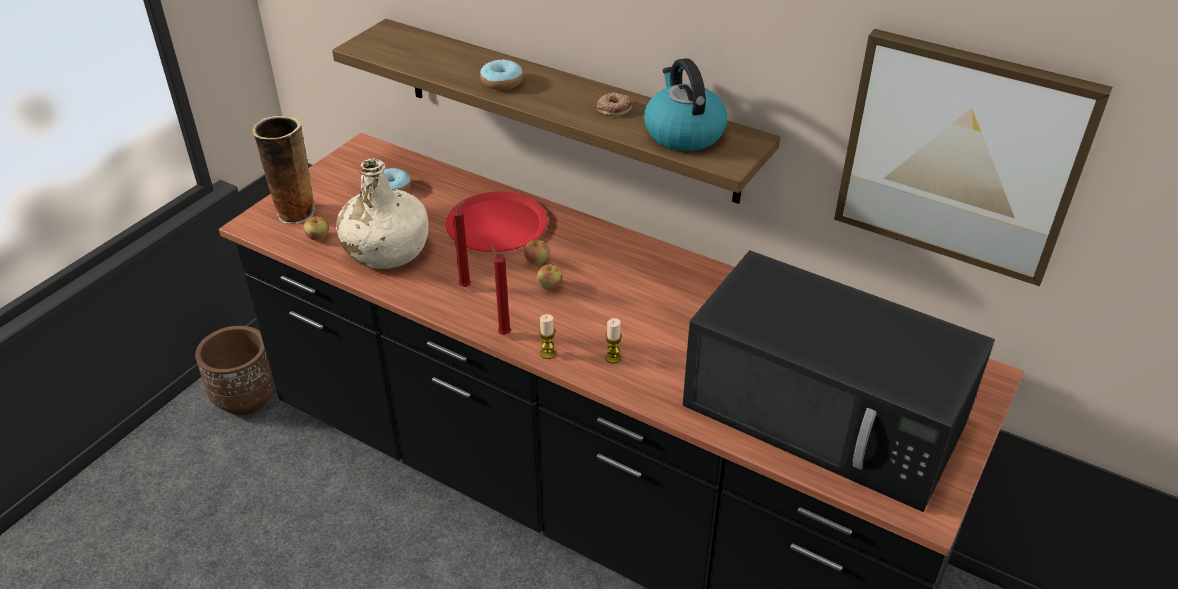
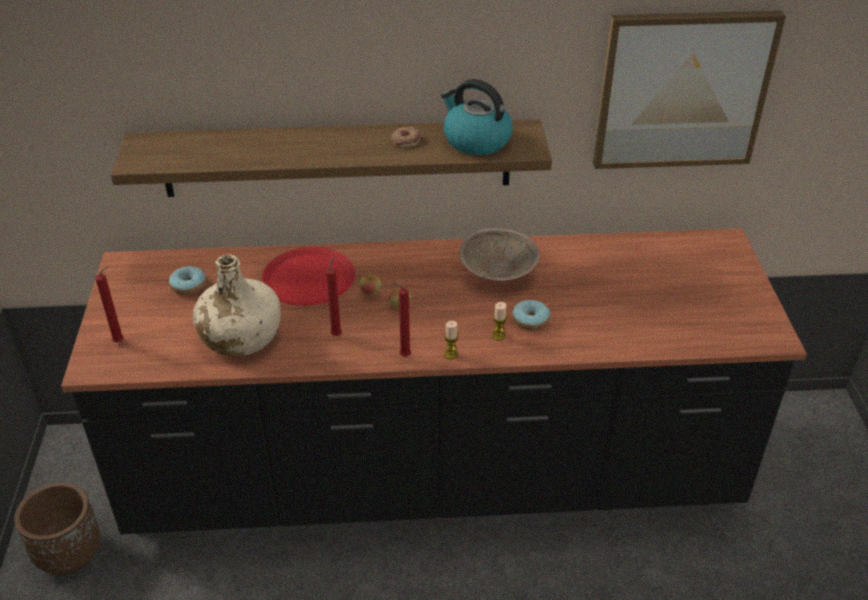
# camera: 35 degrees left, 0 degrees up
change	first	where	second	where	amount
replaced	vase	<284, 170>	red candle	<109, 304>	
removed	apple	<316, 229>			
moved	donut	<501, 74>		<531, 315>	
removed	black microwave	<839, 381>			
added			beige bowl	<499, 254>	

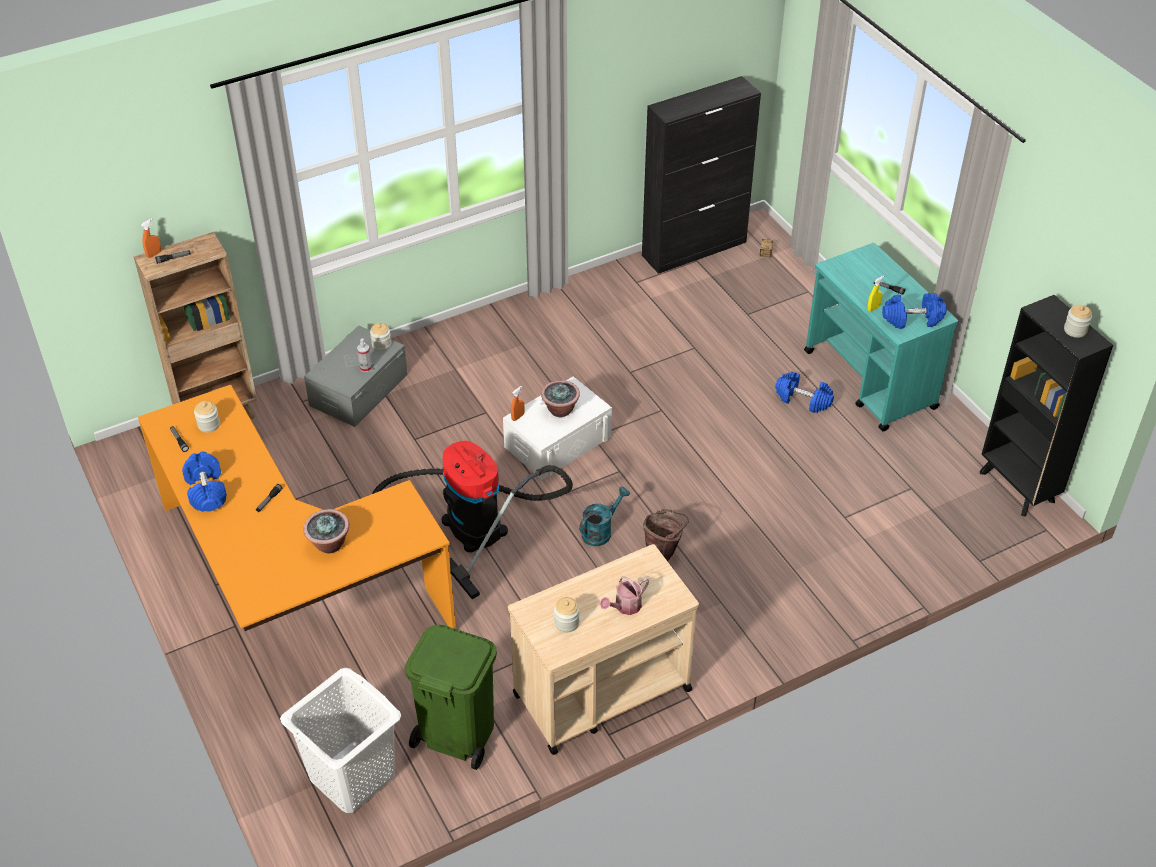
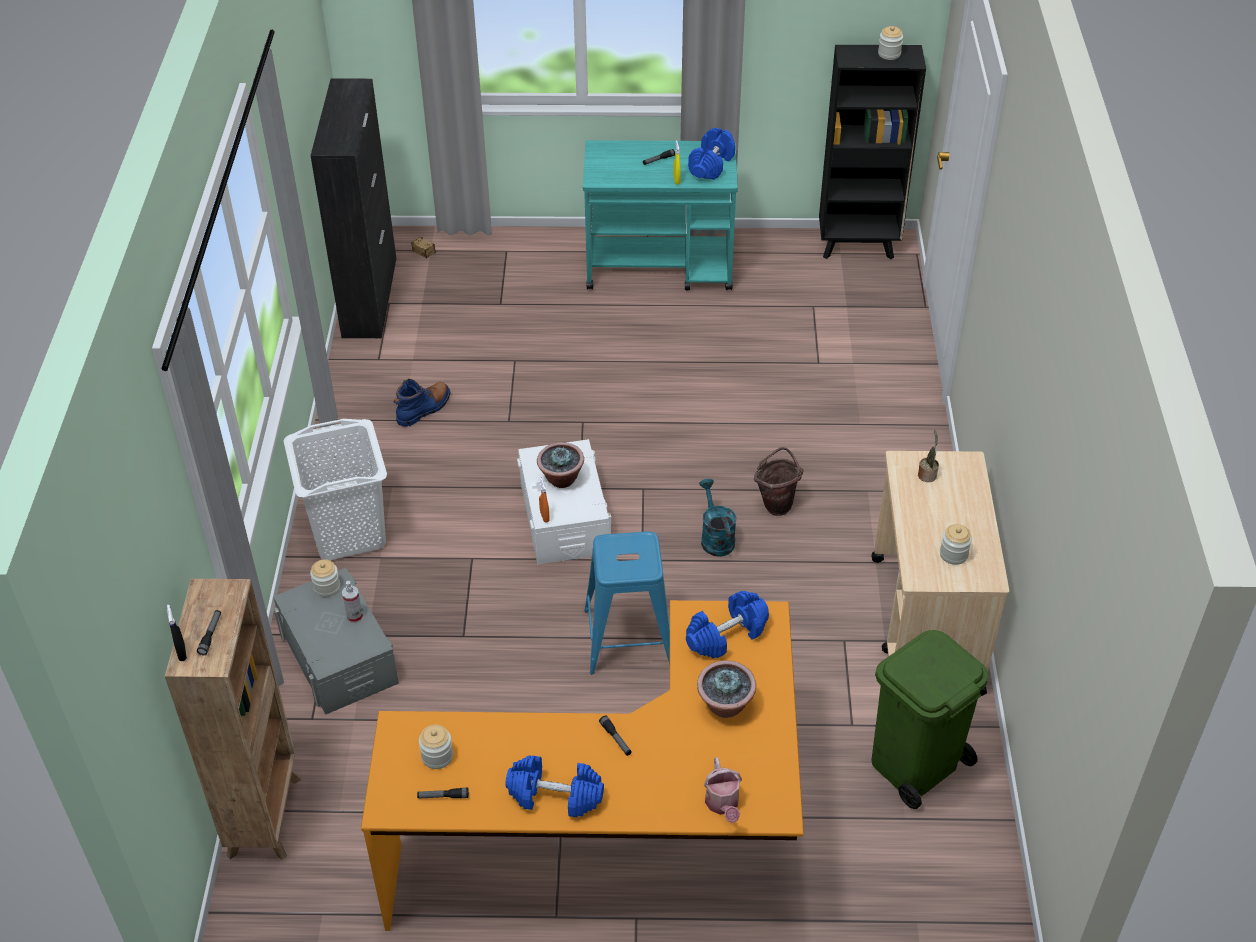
# camera: 60 degrees left, 0 degrees up
change	first	where	second	where	amount
recoloured	orange spray bottle	<151, 238>	black spray bottle	<177, 633>	
moved	white laundry basket	<340, 740>		<335, 489>	
replaced	vacuum cleaner	<472, 520>	blue stool	<627, 602>	
moved	watering can	<624, 595>		<723, 790>	
moved	blue dumbbell	<804, 392>		<727, 625>	
added			blue boot	<421, 403>	
added			potted plant	<928, 456>	

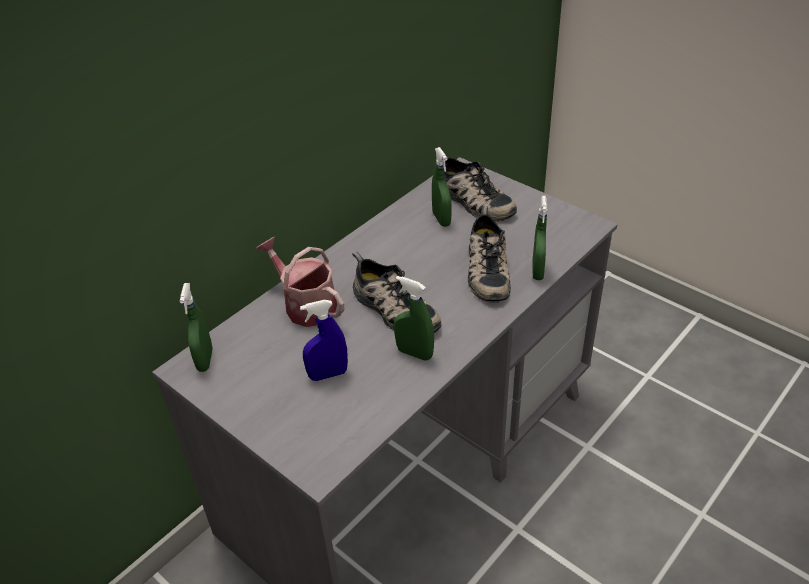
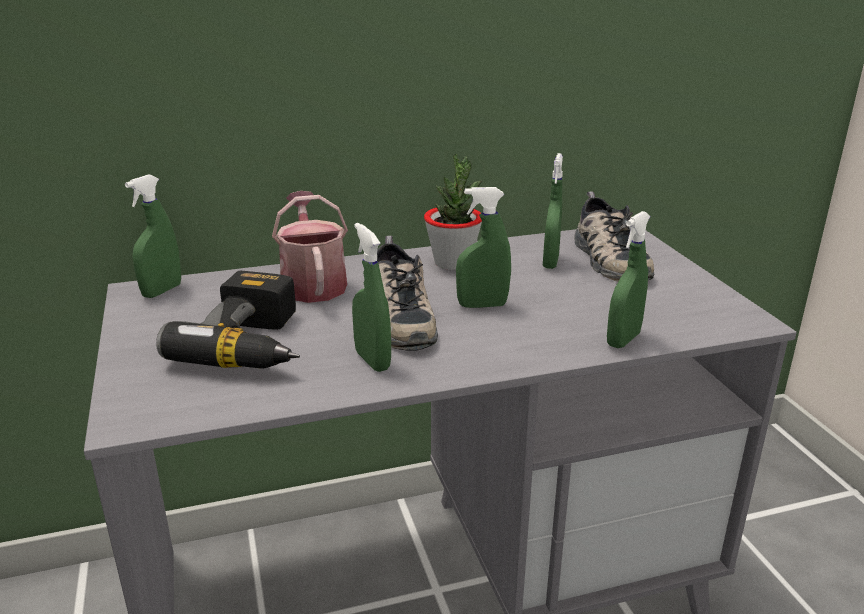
# camera: 30 degrees right, 15 degrees down
change	first	where	second	where	amount
replaced	blue spray bottle	<324, 340>	power drill	<228, 319>	
removed	shoe	<489, 254>			
added			potted plant	<453, 212>	
added			green spray bottle	<483, 247>	

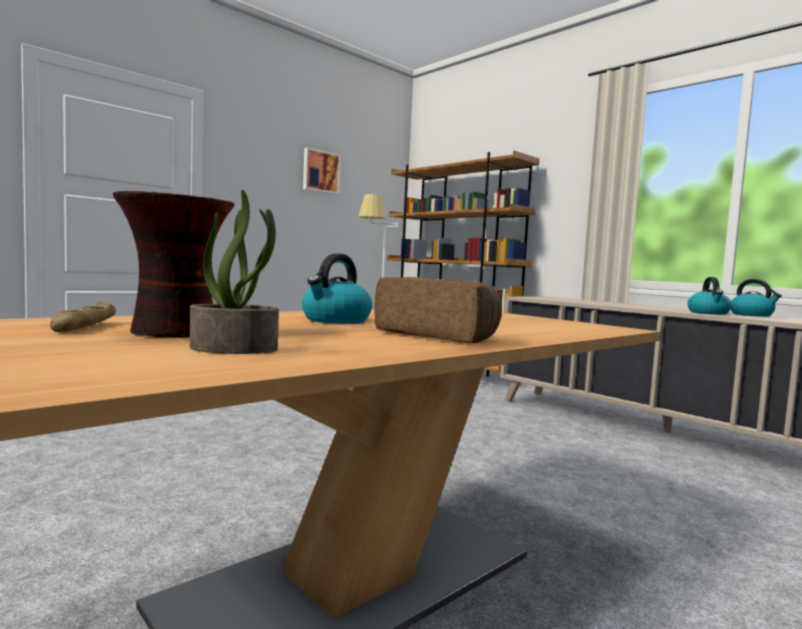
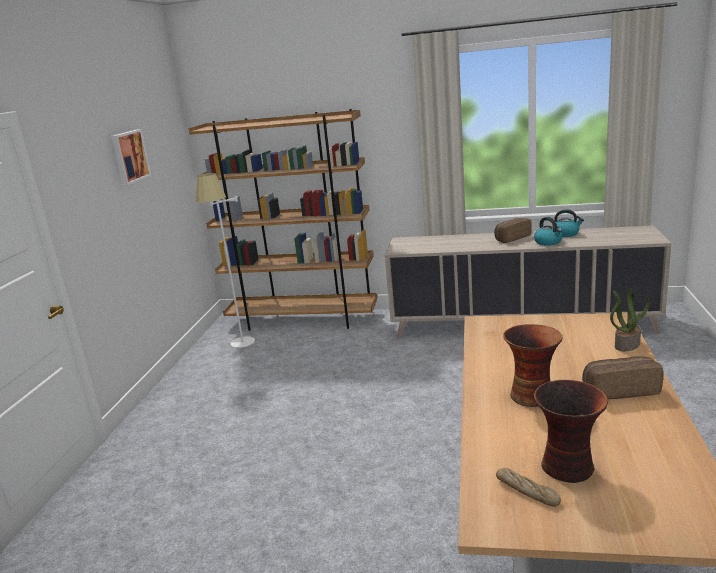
# camera: 35 degrees left, 15 degrees up
change	first	where	second	where	amount
moved	potted plant	<234, 272>		<630, 319>	
replaced	kettle	<337, 288>	vase	<532, 365>	
added			bread	<513, 230>	

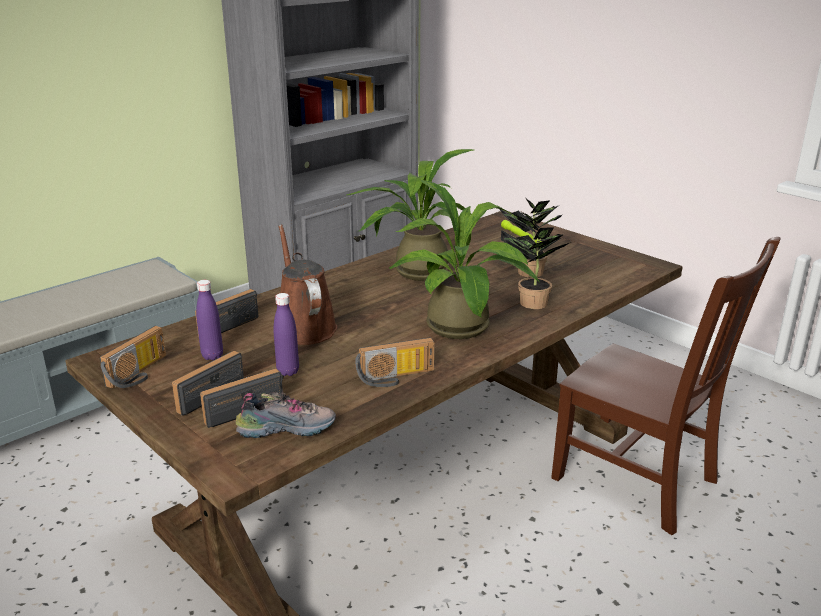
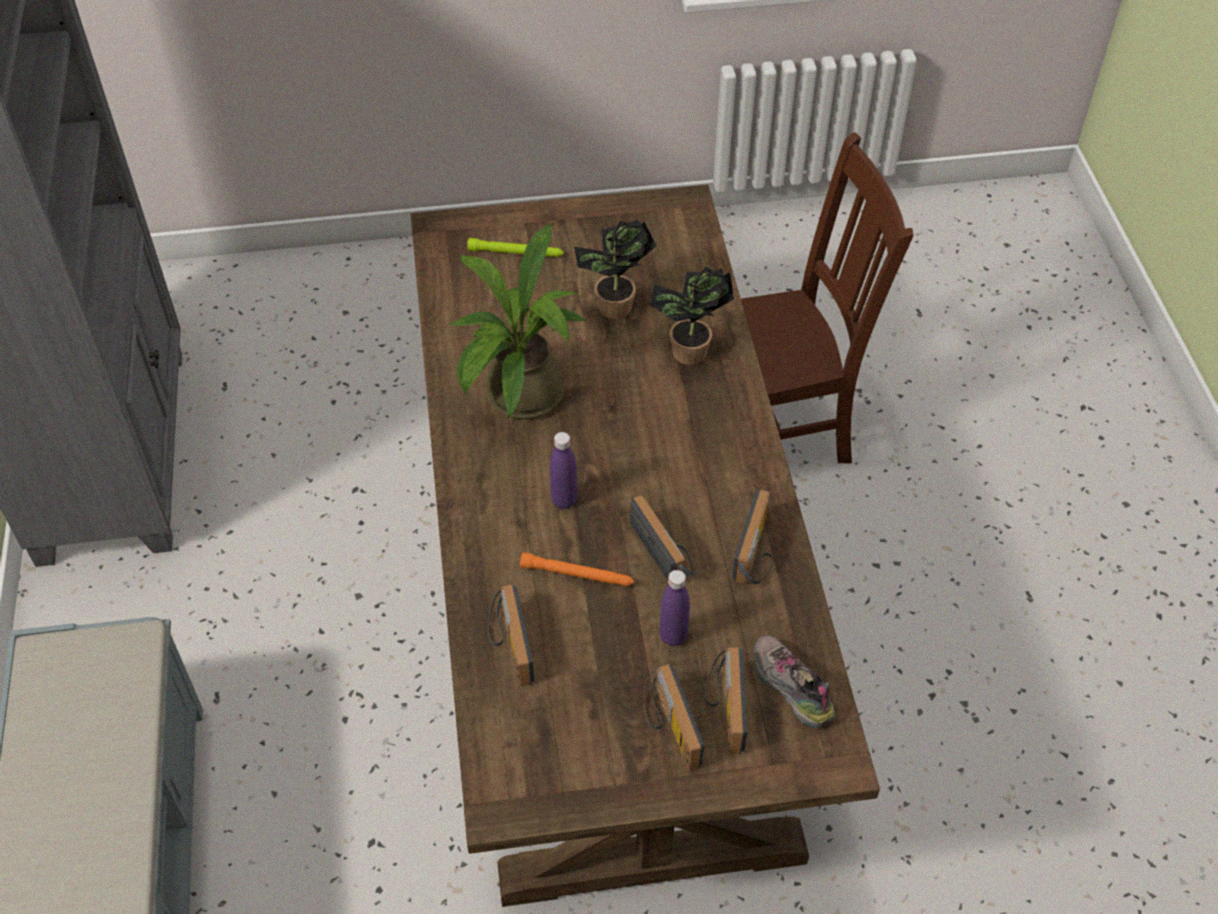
# camera: 55 degrees left, 25 degrees up
change	first	where	second	where	amount
moved	radio	<133, 357>		<662, 538>	
moved	purple bottle	<209, 320>		<564, 470>	
turned	shoe	<285, 415>		<795, 681>	60 degrees counterclockwise
replaced	brown watering can	<308, 284>	orange flashlight	<577, 569>	
removed	potted plant	<464, 258>			

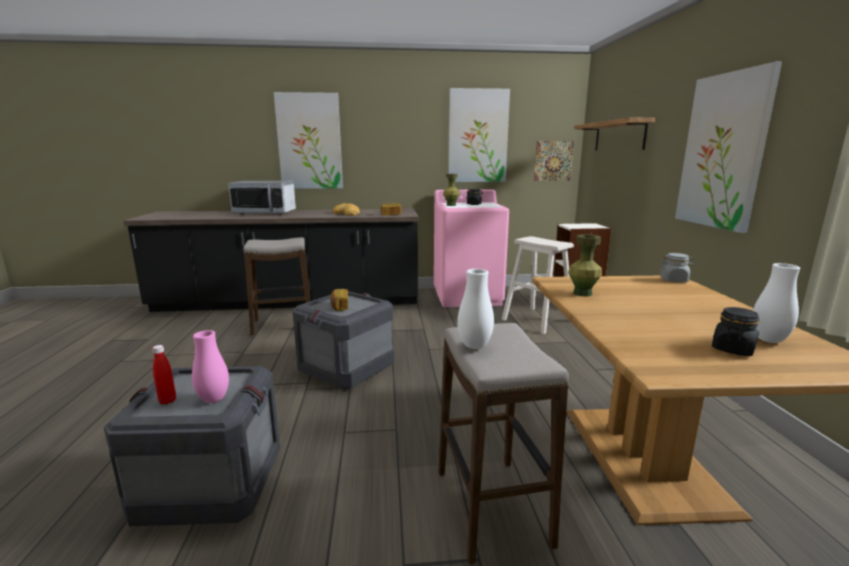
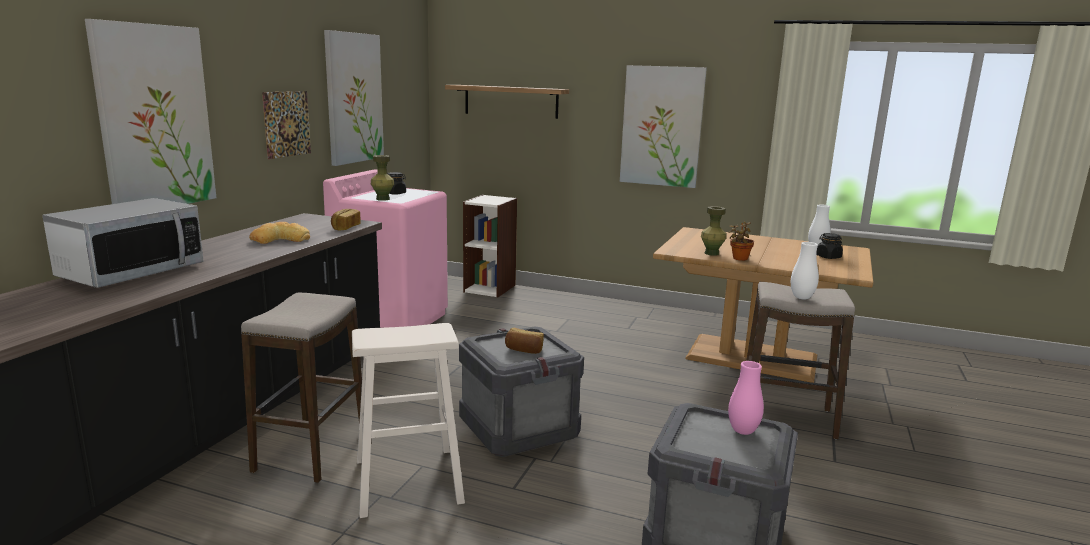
# camera: 65 degrees left, 0 degrees up
change	first	where	second	where	amount
removed	red bottle	<164, 375>			
moved	beige stool	<537, 285>		<408, 420>	
moved	picture	<554, 161>		<286, 125>	
removed	grey jar	<676, 267>			
added			potted plant	<741, 241>	

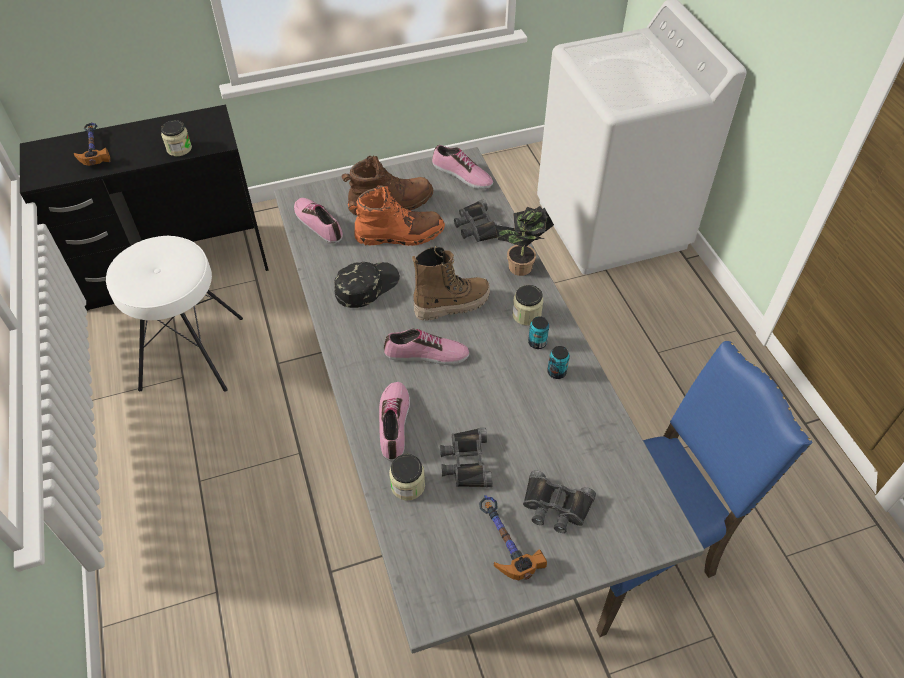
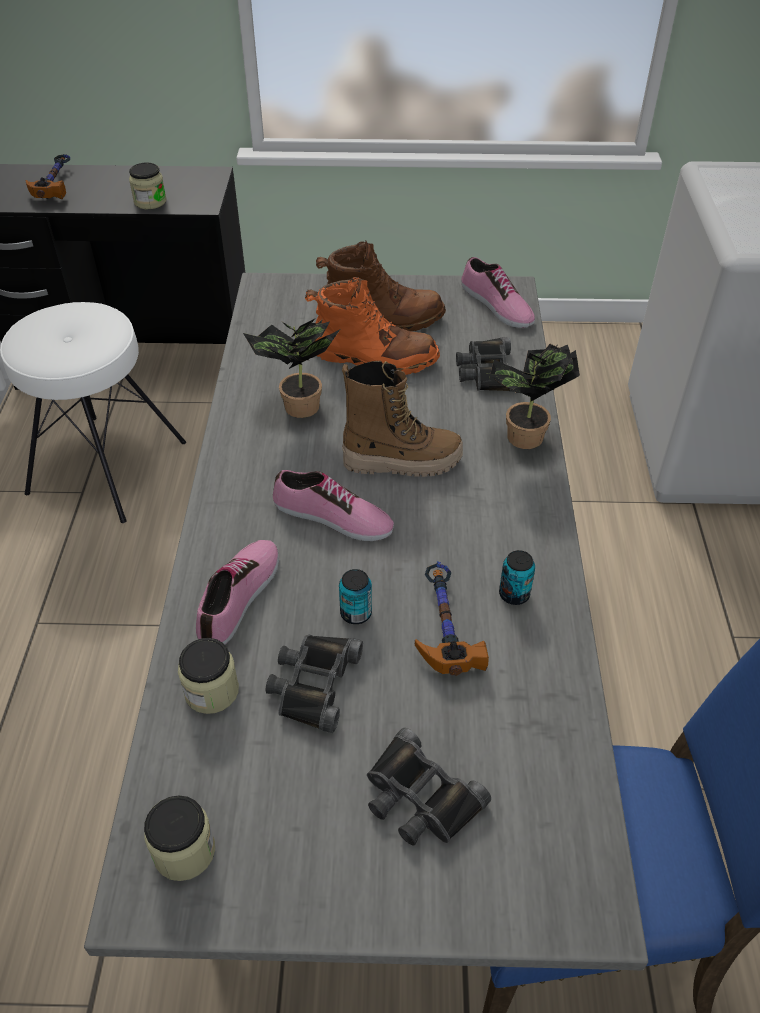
# camera: 20 degrees right, 5 degrees down
change	first	where	second	where	amount
removed	shoe	<318, 221>			
replaced	black cap	<367, 285>	potted plant	<291, 368>	
moved	hammer	<513, 537>		<452, 618>	
moved	jar	<527, 305>		<179, 838>	
moved	can	<538, 333>		<355, 596>	

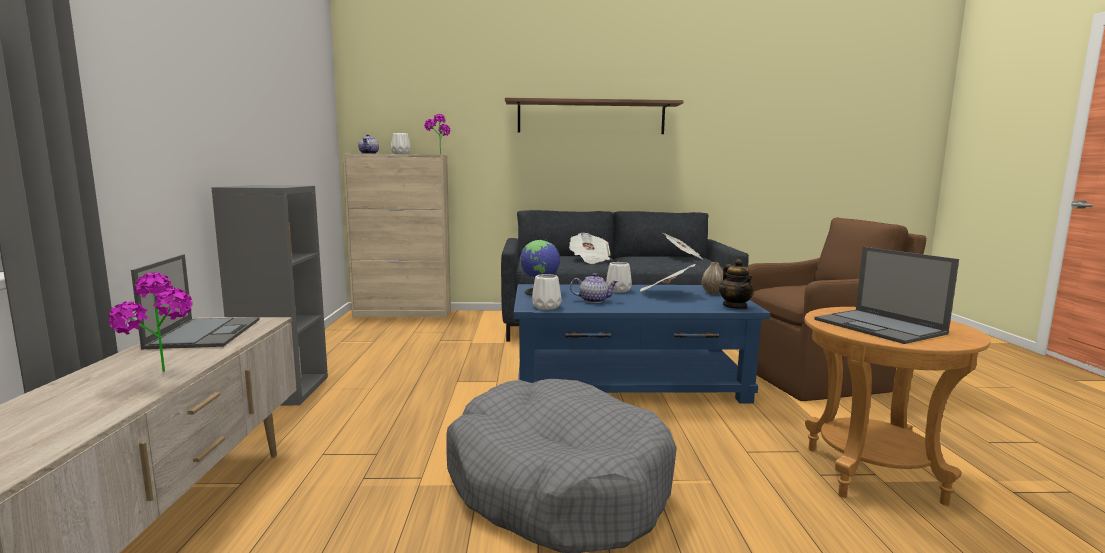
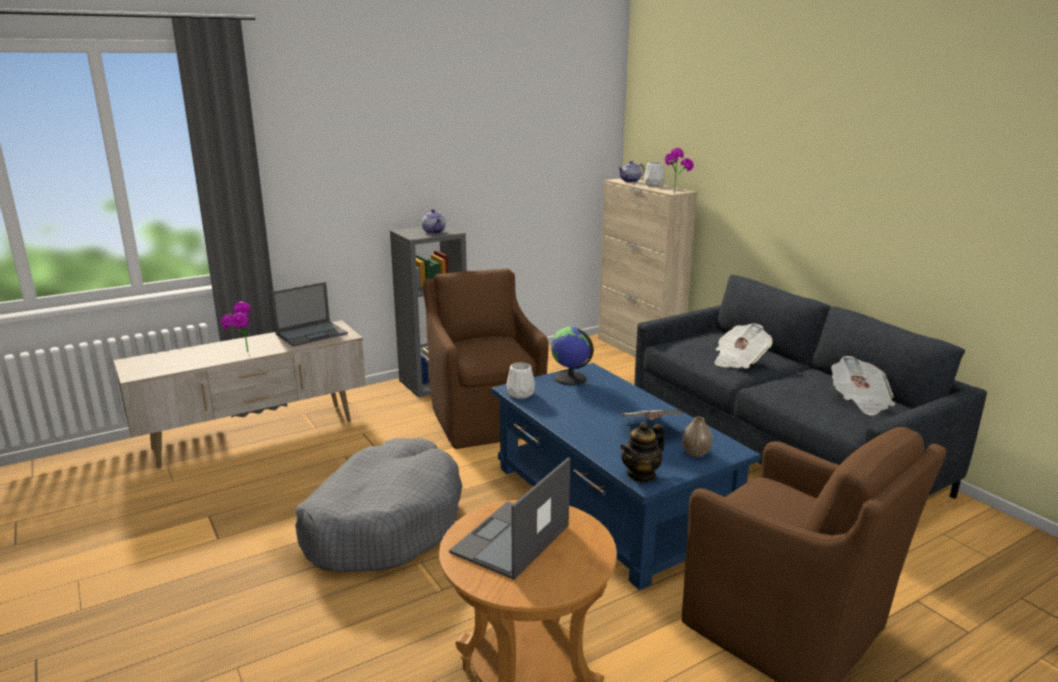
# camera: 60 degrees right, 10 degrees up
change	first	where	second	where	amount
removed	shelf	<594, 116>			
moved	teapot	<594, 288>		<434, 221>	
removed	white vase	<619, 277>			
added			brown armchair	<485, 359>	

